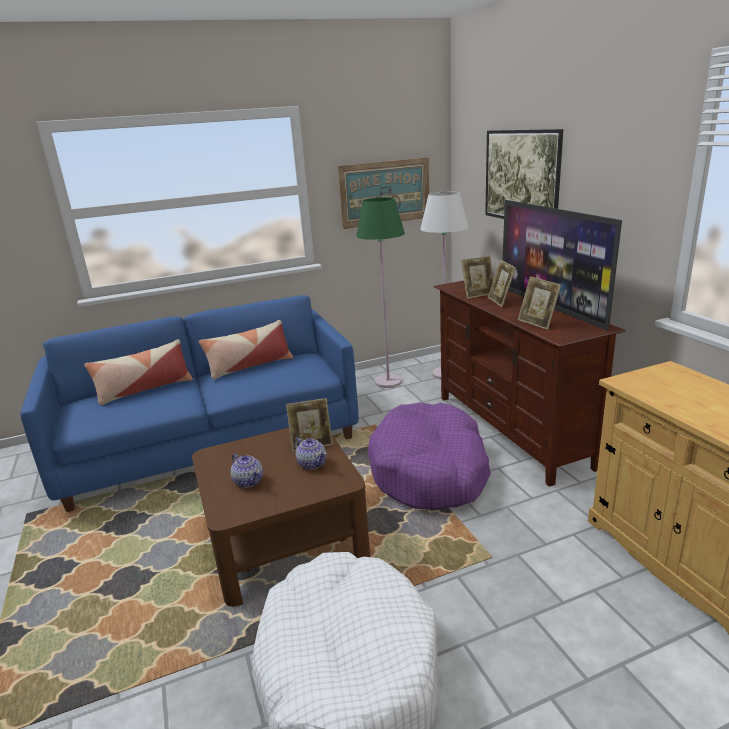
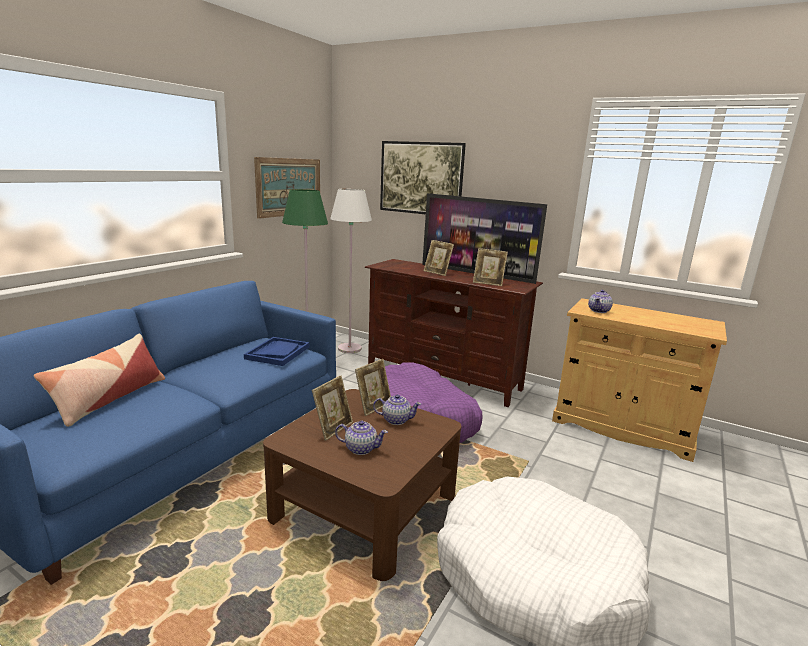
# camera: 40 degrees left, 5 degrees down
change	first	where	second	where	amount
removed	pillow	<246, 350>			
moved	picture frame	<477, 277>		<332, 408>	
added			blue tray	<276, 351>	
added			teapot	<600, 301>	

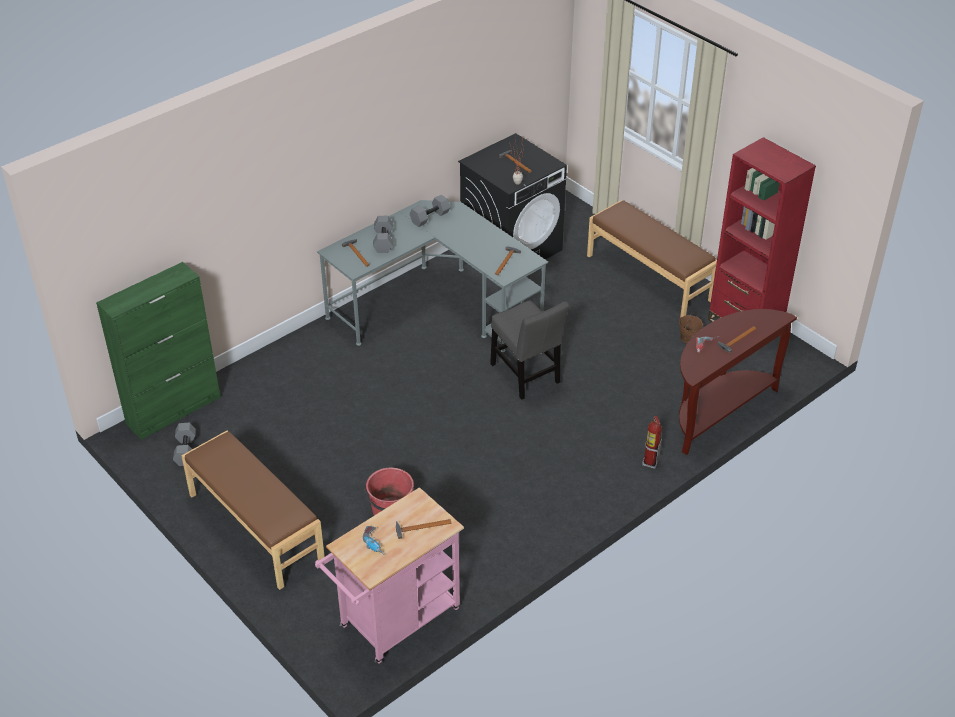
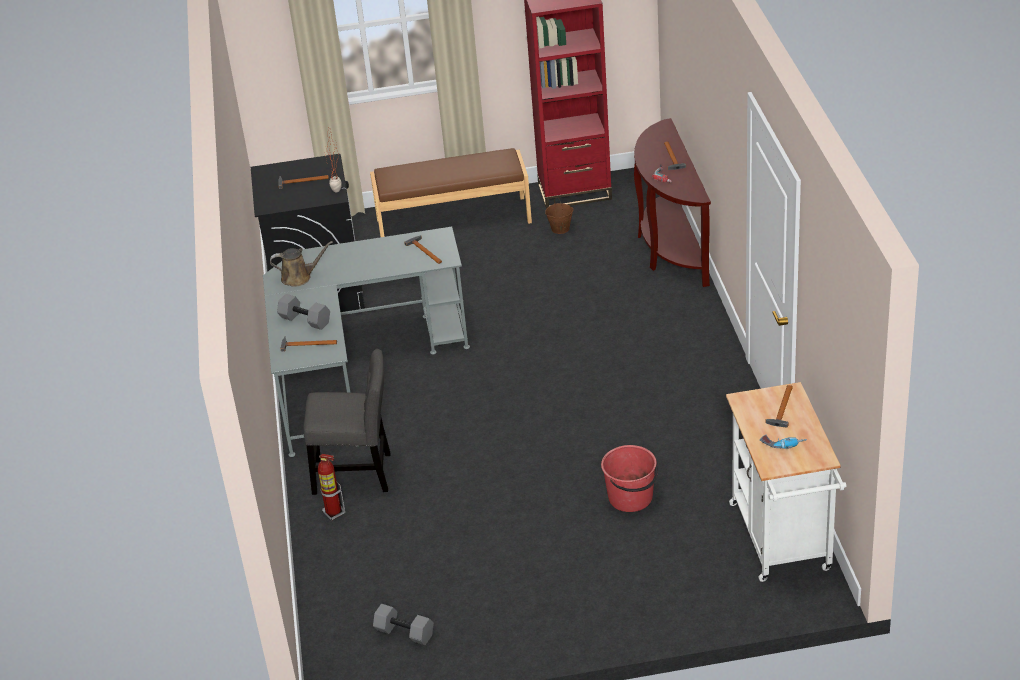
# camera: 55 degrees left, 5 degrees down
change	first	where	second	where	amount
removed	green cabinet	<158, 351>			
removed	brown bench	<253, 510>			
recoloured	pink cart	<389, 575>	white cart	<786, 482>	
replaced	grey dumbbell	<429, 211>	brown watering can	<301, 264>	
moved	grey chair	<529, 350>		<346, 422>	
moved	fire extinguisher	<652, 442>		<331, 487>	

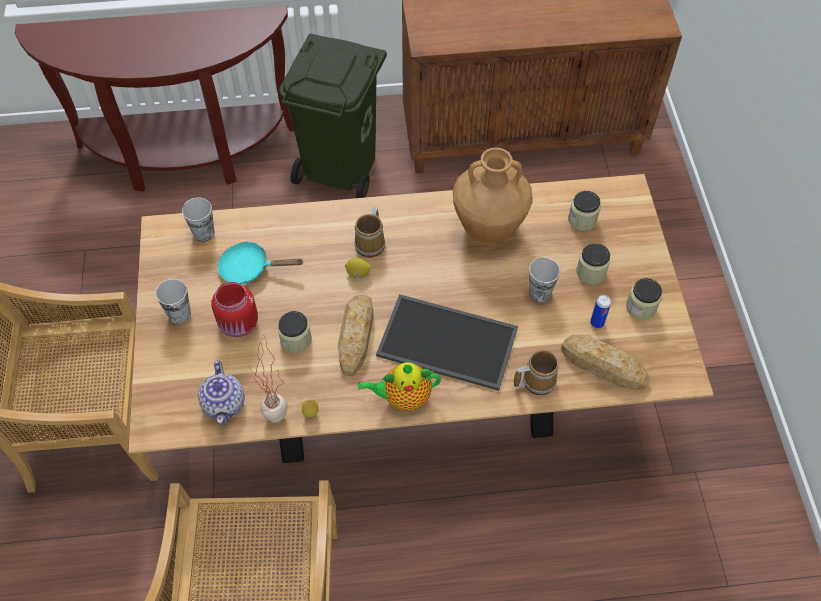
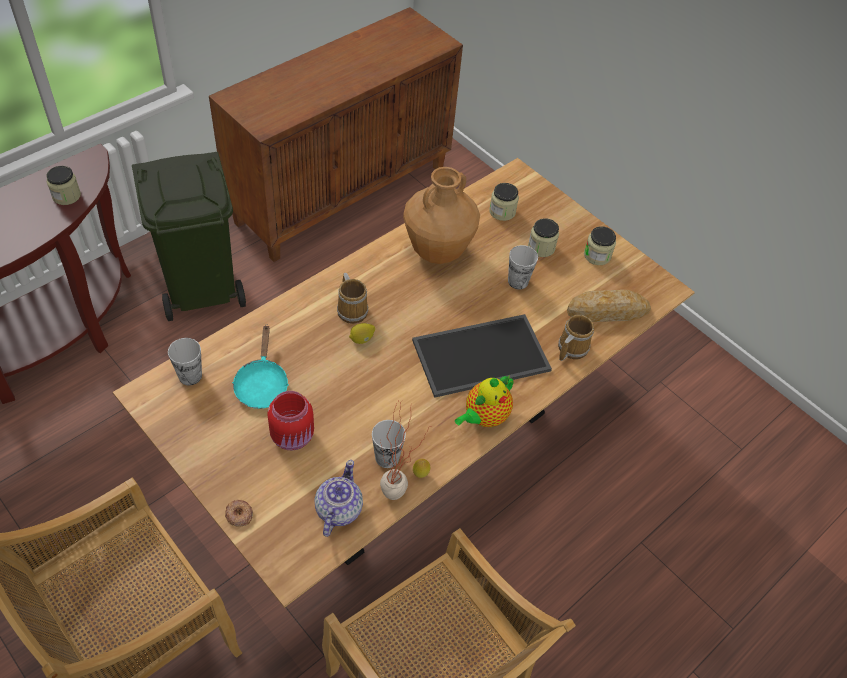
# camera: 40 degrees left, 5 degrees down
change	first	where	second	where	amount
moved	cup	<173, 301>		<389, 444>	
turned	teapot	<221, 392>		<338, 498>	120 degrees counterclockwise
turned	turquoise frying pan	<260, 262>		<260, 367>	60 degrees counterclockwise
moved	jar	<295, 332>		<63, 185>	
removed	bread	<356, 336>			
removed	can	<600, 311>			
added			donut	<239, 513>	

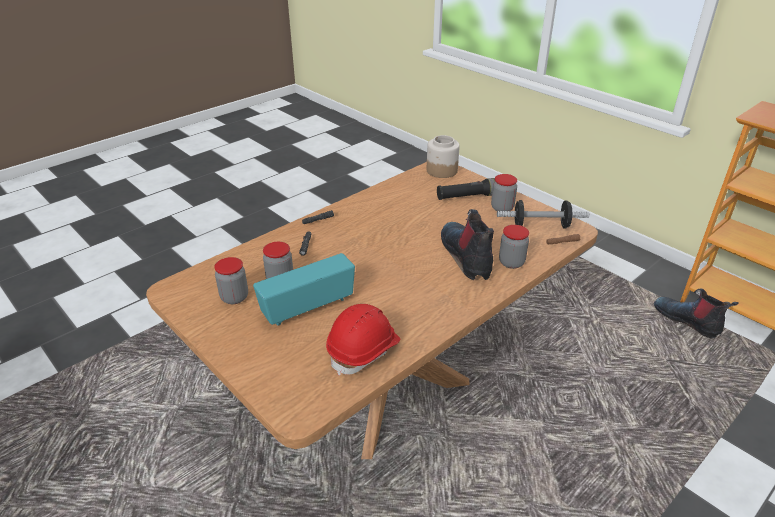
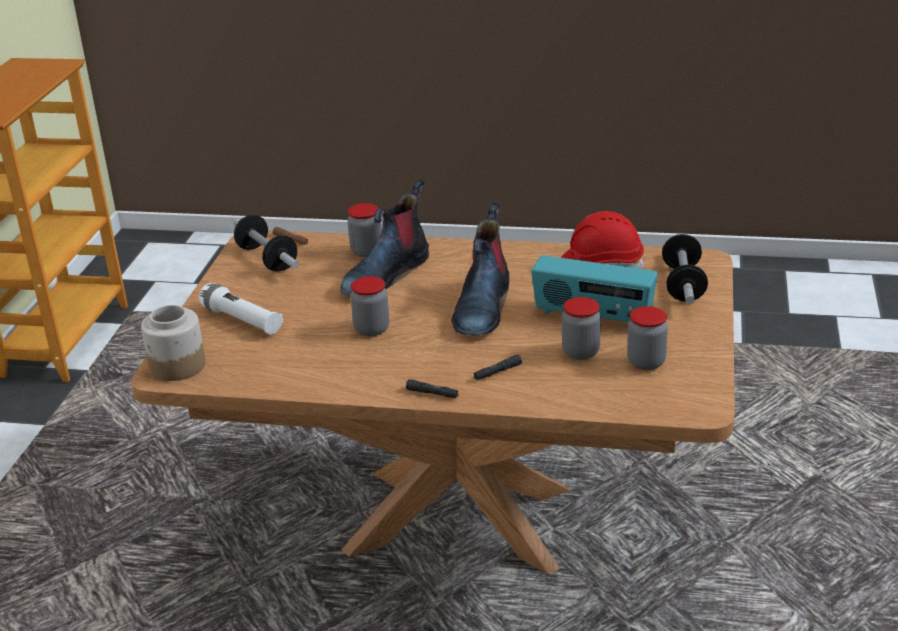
# camera: 125 degrees left, 5 degrees down
change	first	where	second	where	amount
recoloured	black flashlight	<466, 189>	white flashlight	<241, 309>	
moved	jar	<504, 193>		<369, 306>	
moved	boot	<696, 313>		<480, 269>	
added			dumbbell	<685, 269>	

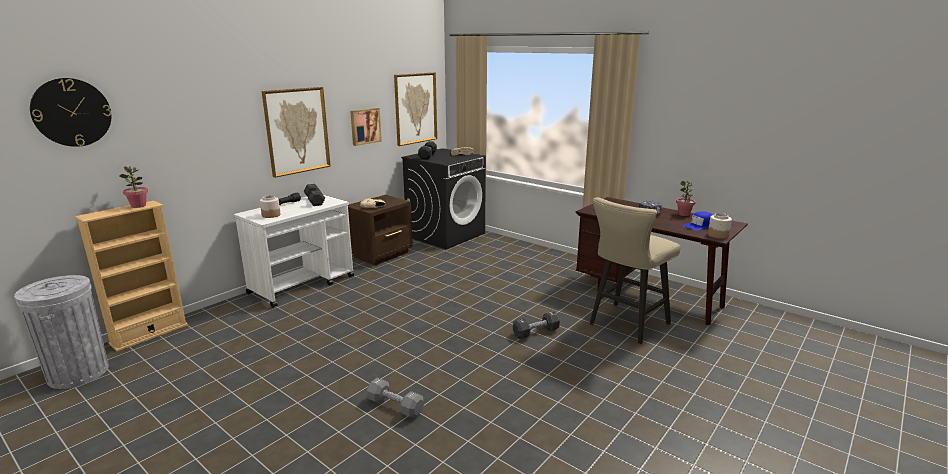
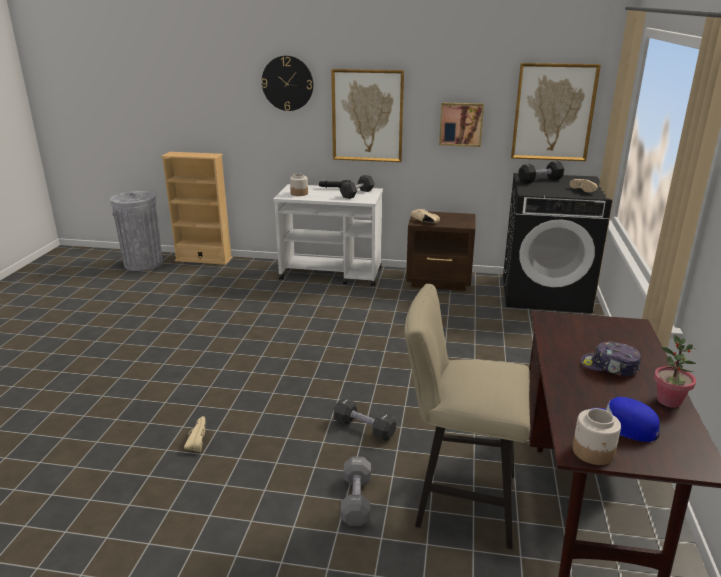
# camera: 60 degrees right, 5 degrees up
change	first	where	second	where	amount
moved	wall clock	<70, 112>		<287, 83>	
removed	potted plant	<133, 187>			
moved	grey dumbbell	<395, 397>		<356, 491>	
added			beige shoe	<194, 434>	

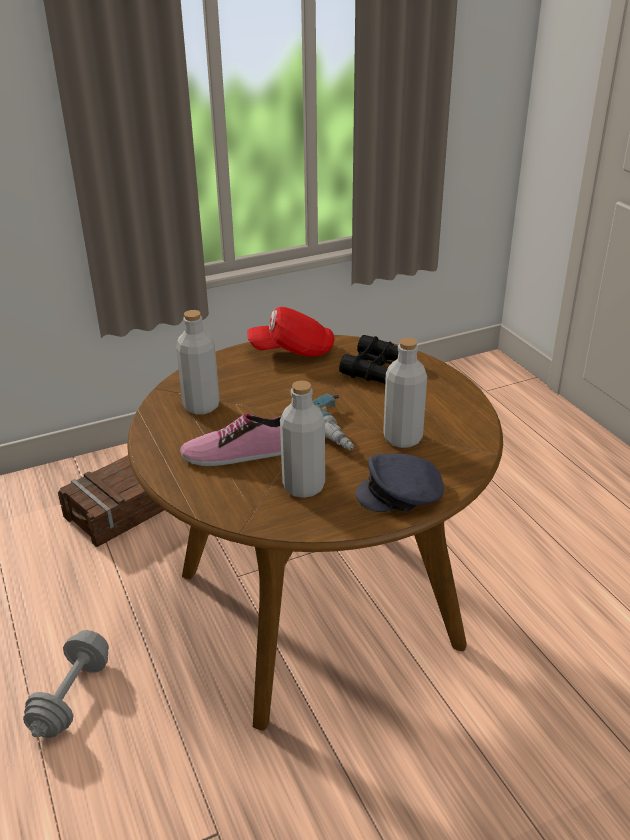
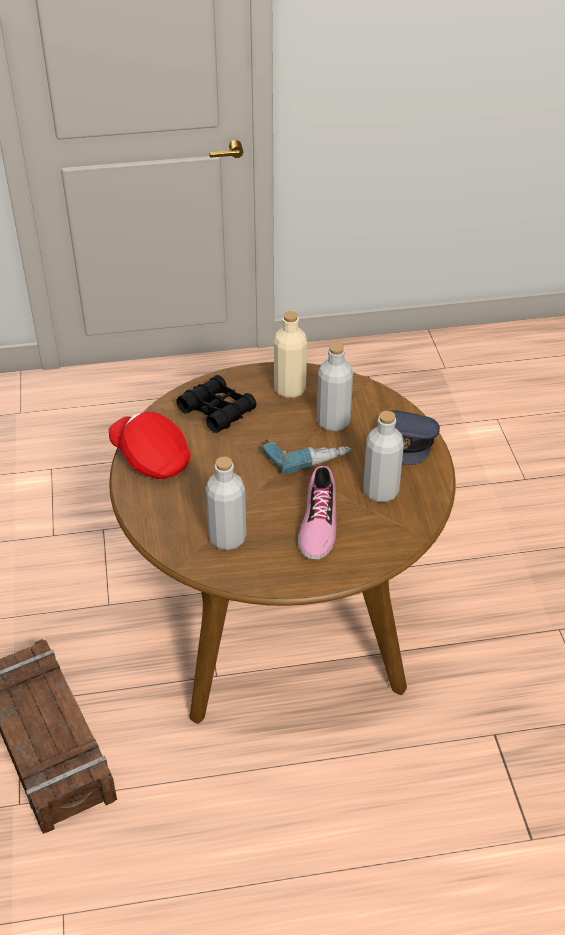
# camera: 75 degrees left, 10 degrees up
change	first	where	second	where	amount
removed	grey dumbbell	<66, 684>			
turned	red cap	<290, 332>		<149, 445>	120 degrees clockwise
added			beige bottle	<290, 354>	

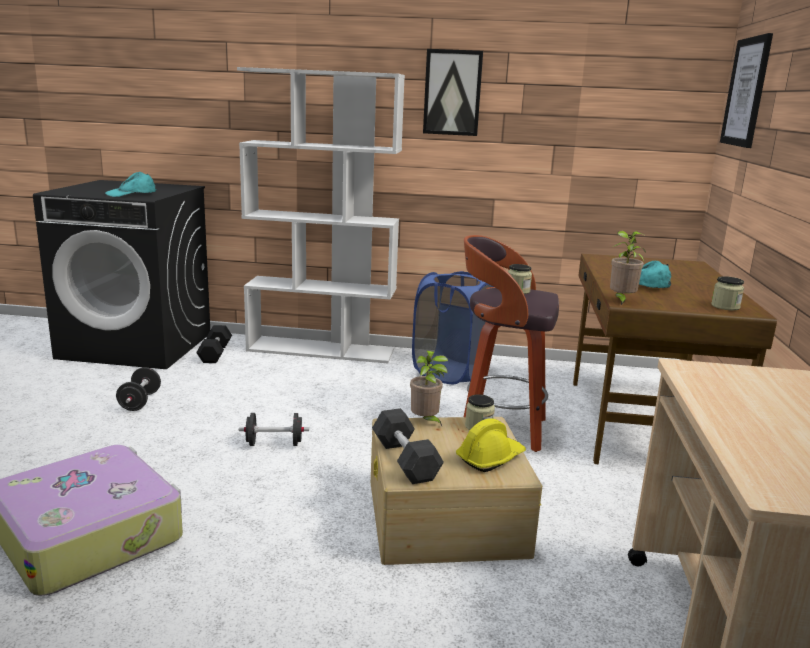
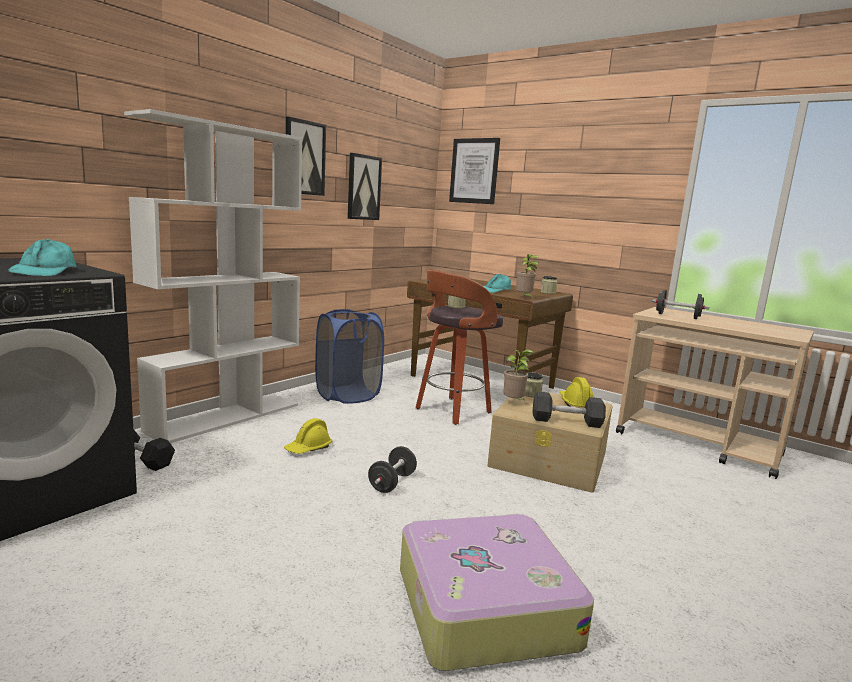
# camera: 60 degrees left, 5 degrees down
change	first	where	second	where	amount
moved	black dumbbell	<138, 389>		<680, 304>	
added			yellow hard hat	<308, 436>	
added			picture	<364, 186>	

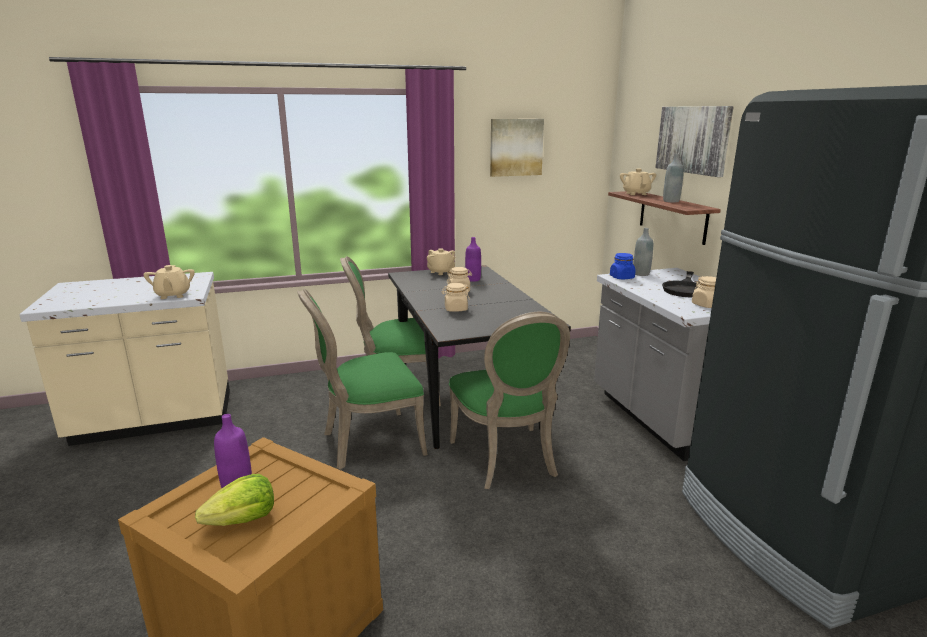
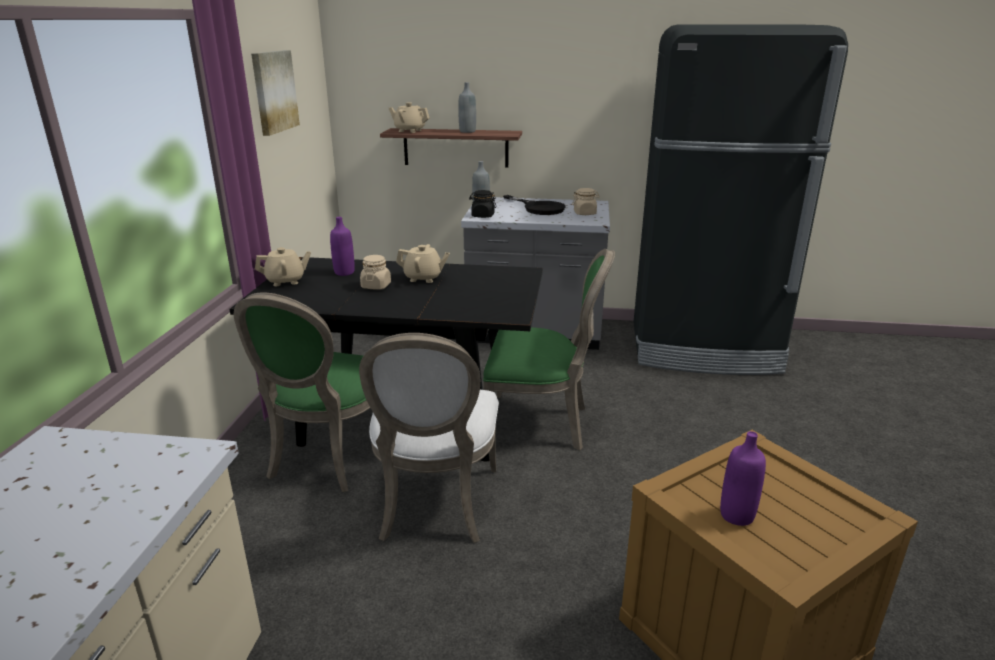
# camera: 65 degrees left, 5 degrees up
change	first	where	second	where	amount
moved	beige teapot	<169, 282>		<423, 263>	
removed	lettuce	<234, 500>			
recoloured	green chair	<362, 379>	white chair	<429, 438>	
removed	beige jar	<456, 297>			
recoloured	blue jar	<623, 266>	black jar	<483, 204>	
removed	picture	<694, 141>			

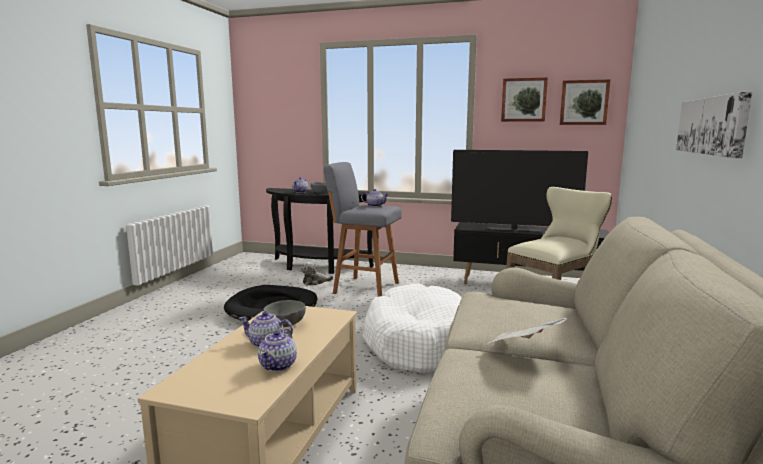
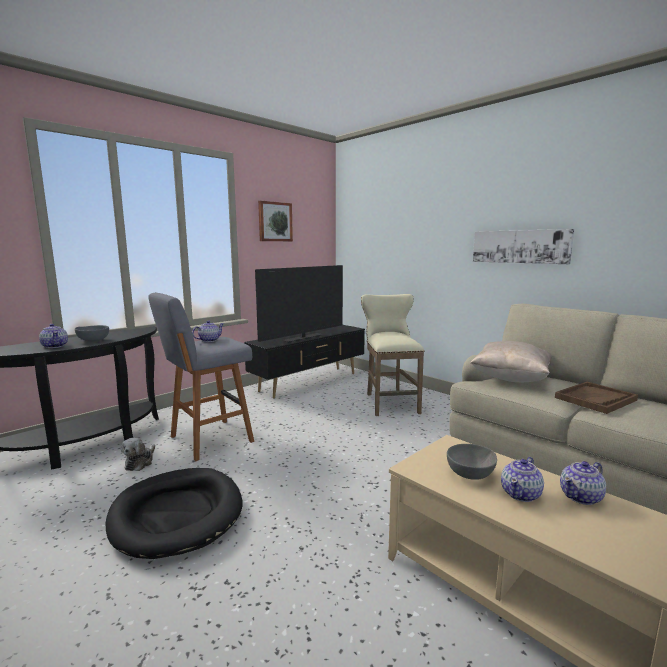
# camera: 60 degrees left, 0 degrees up
change	first	where	second	where	amount
turned	teapot	<277, 350>		<583, 483>	105 degrees clockwise
removed	white dog bed	<412, 329>			
replaced	newspaper	<525, 331>	brown tray	<596, 398>	
removed	picture	<585, 102>			
added			beige pillow	<511, 361>	

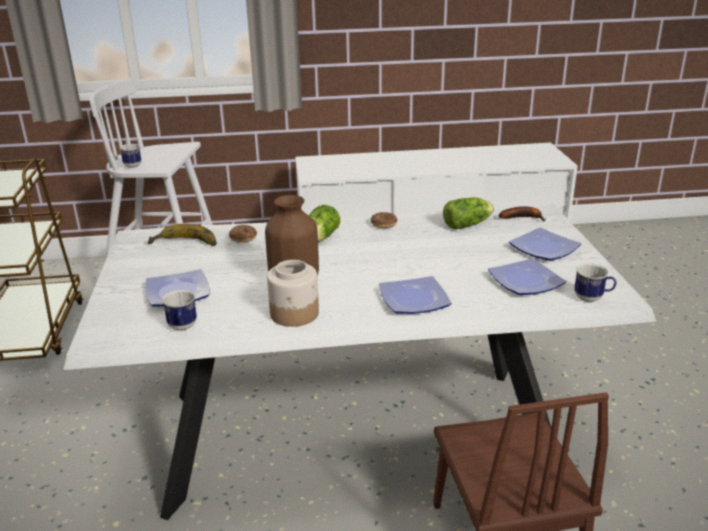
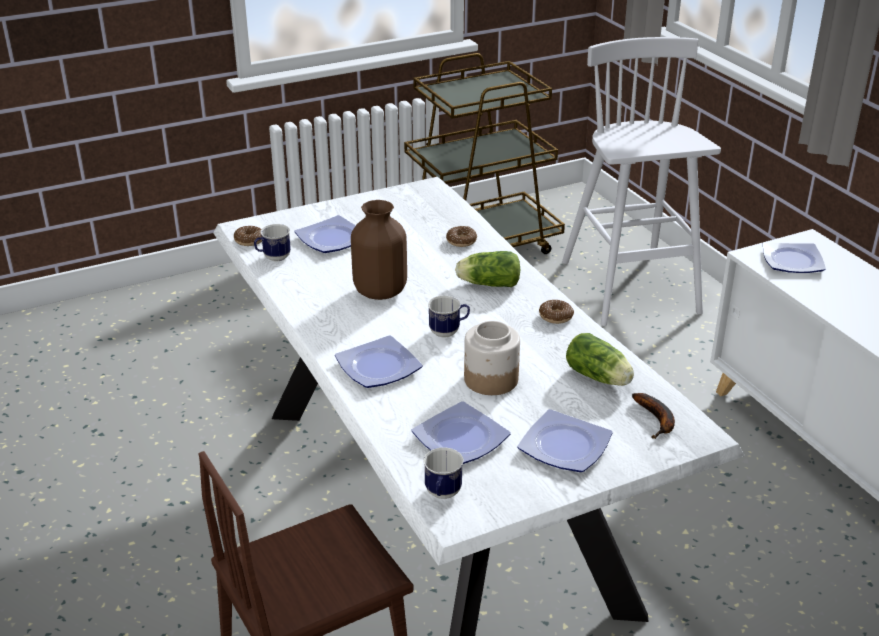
# camera: 70 degrees right, 5 degrees up
change	first	where	second	where	amount
moved	mug	<130, 156>		<449, 317>	
removed	banana	<182, 235>			
moved	jar	<293, 293>		<492, 358>	
added			donut	<248, 236>	
added			plate	<794, 257>	

